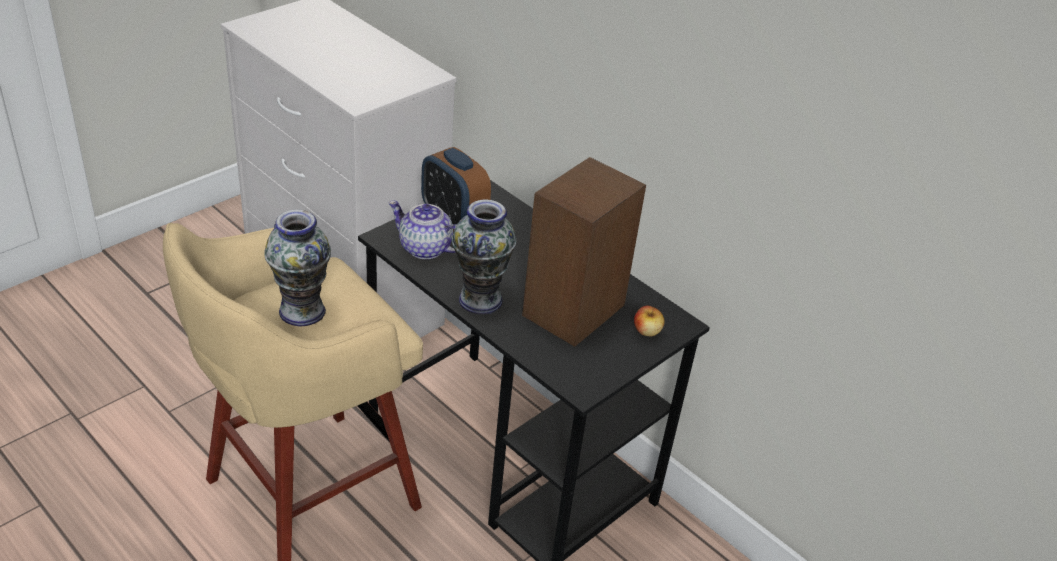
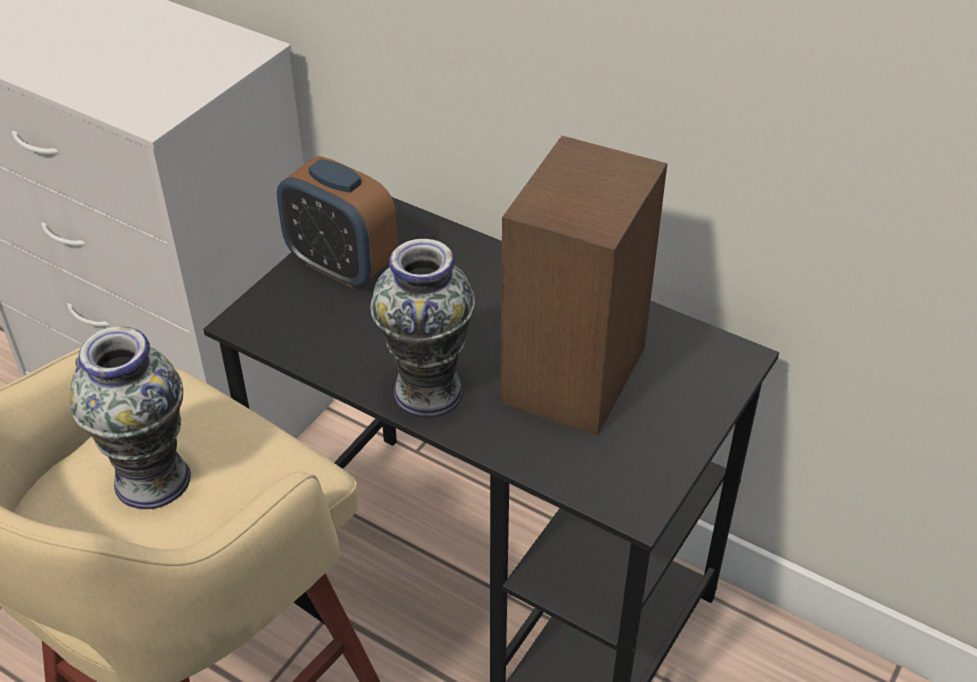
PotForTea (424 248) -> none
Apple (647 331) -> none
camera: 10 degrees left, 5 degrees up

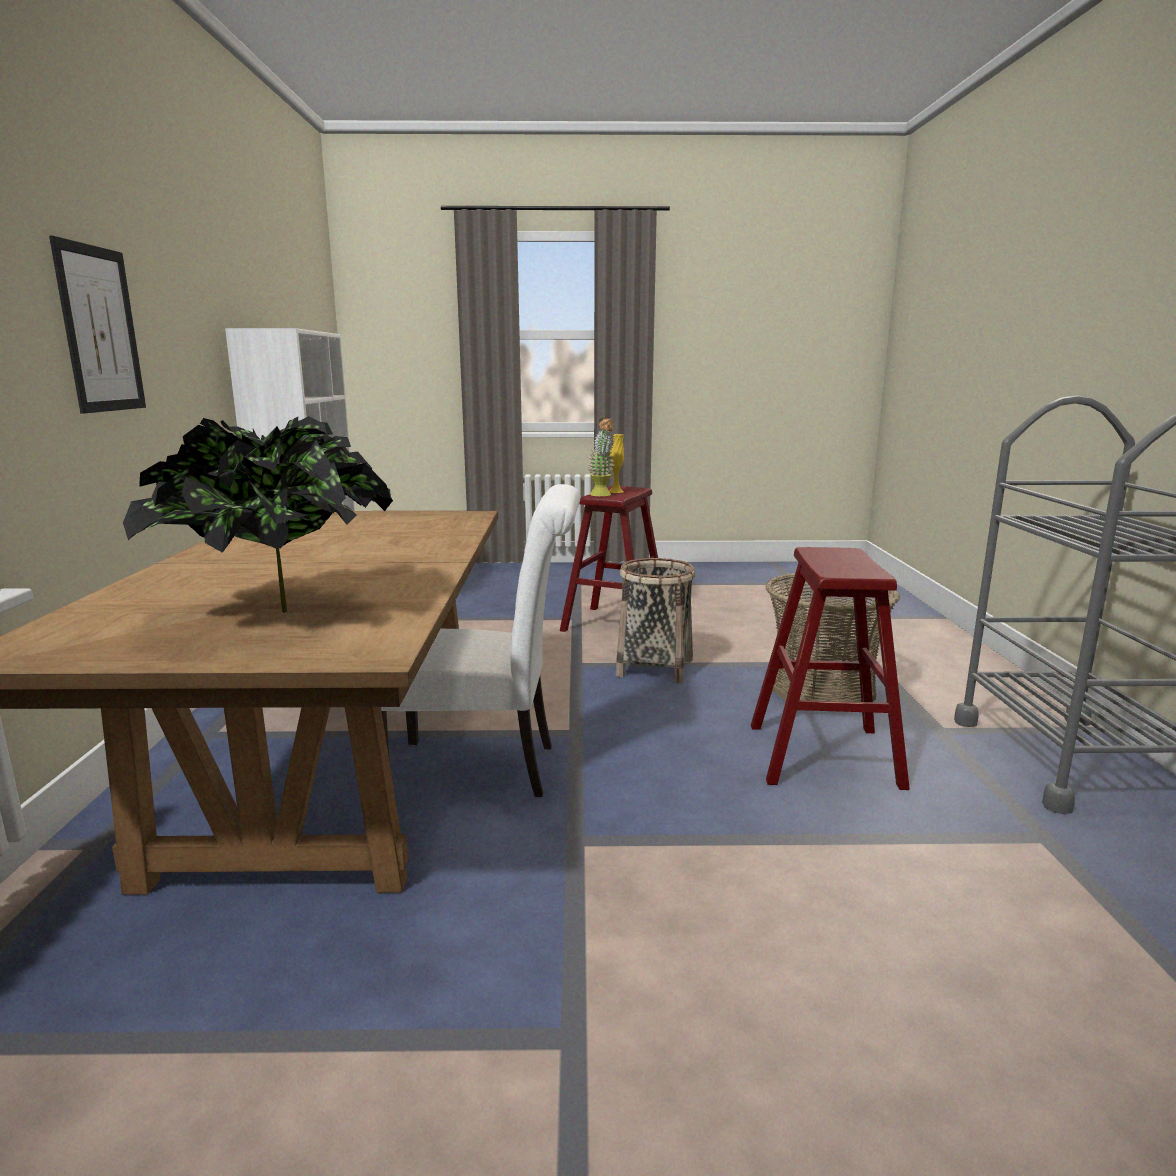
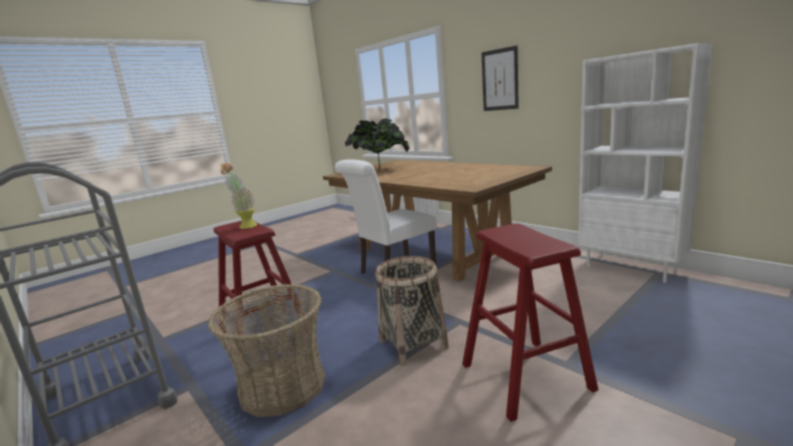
PlantInAPot (602 495) -> PlantInAPot (245 226), shifted
YellowColouredVase (616 491) -> none
camera: 140 degrees right, 0 degrees up

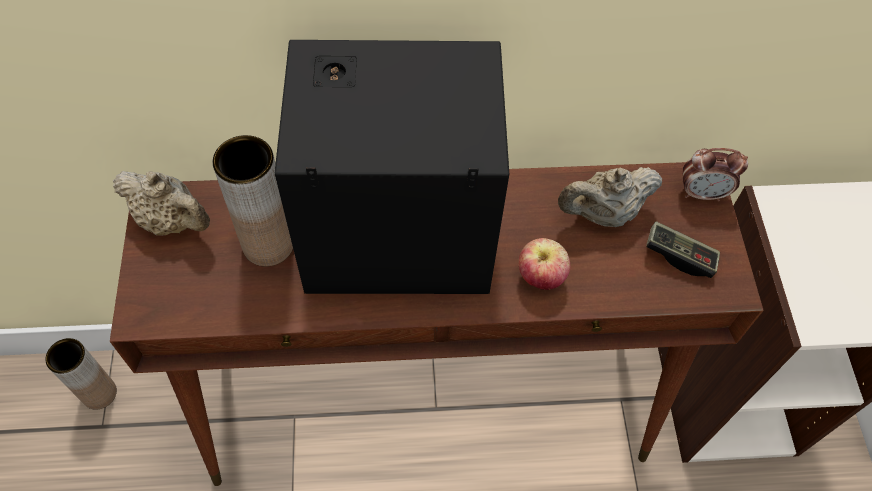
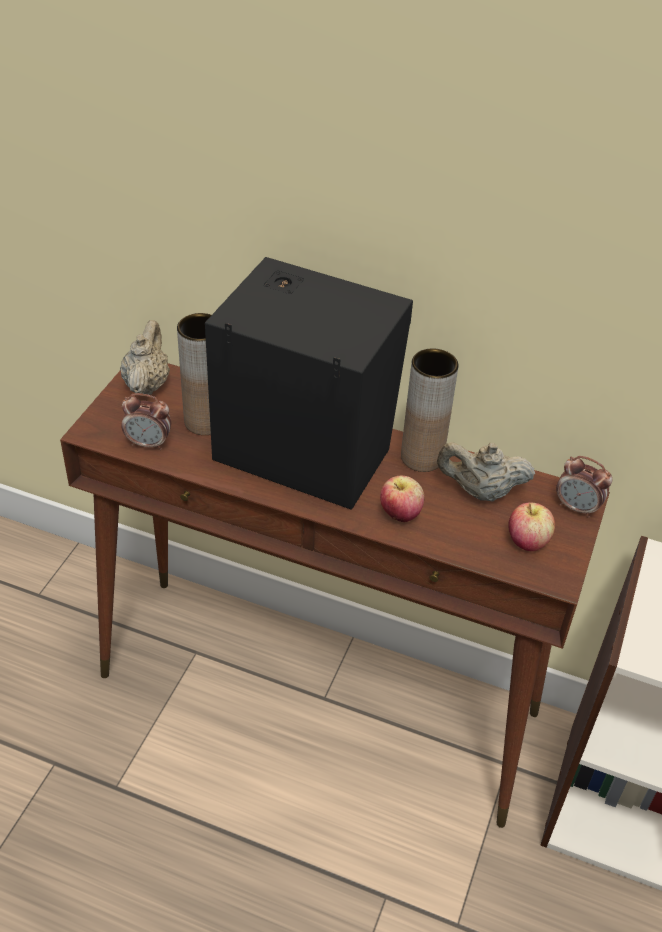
BrownishVase (99 393) -> BrownishVase (422 457), shifted
SandColouredPotForTea (172 221) -> SandColouredPotForTea (147 384), 135 degrees counterclockwise
Joypad (679 256) -> Apple (527 541)
none -> BedsideClock (149 443)
camera: 25 degrees right, 15 degrees down

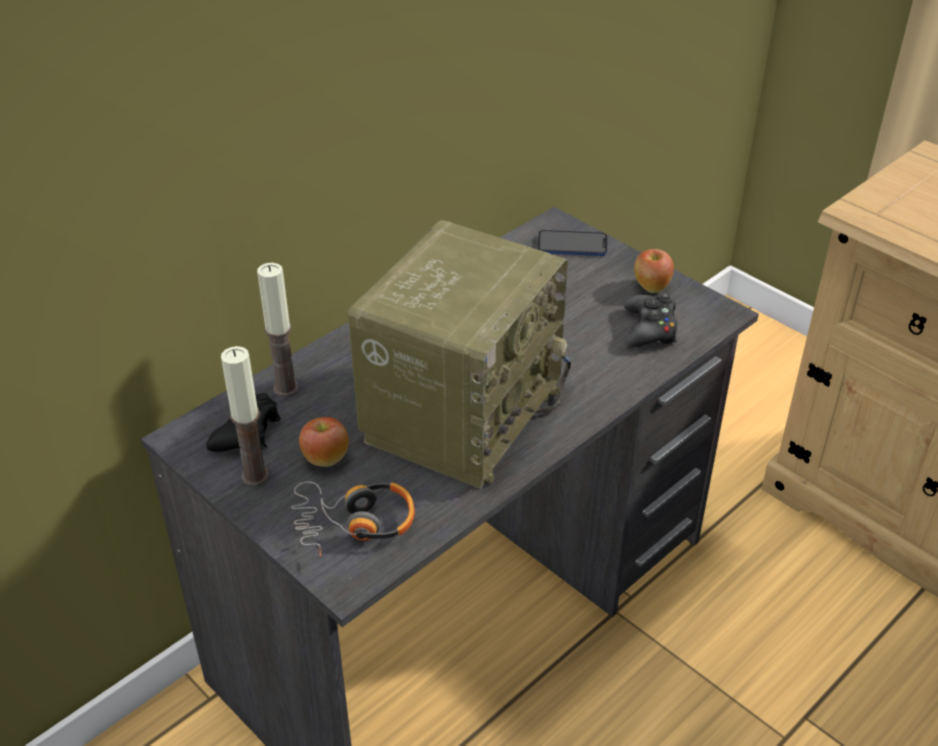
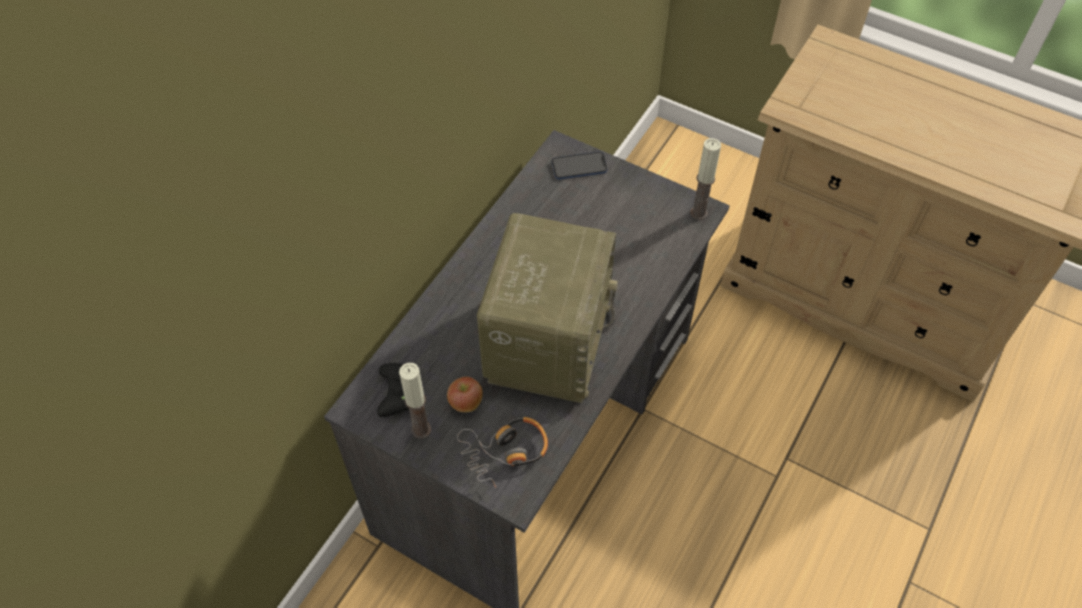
Candle (286 388) -> Candle (699 213), shifted
BlackishJoypad (649 329) -> none
Apple (651 287) -> none
camera: 15 degrees left, 15 degrees up

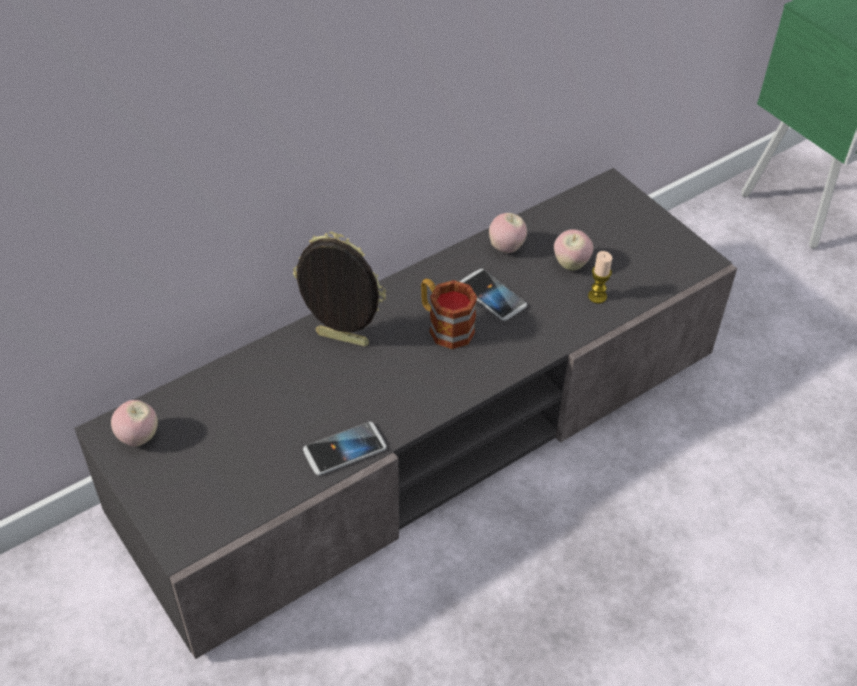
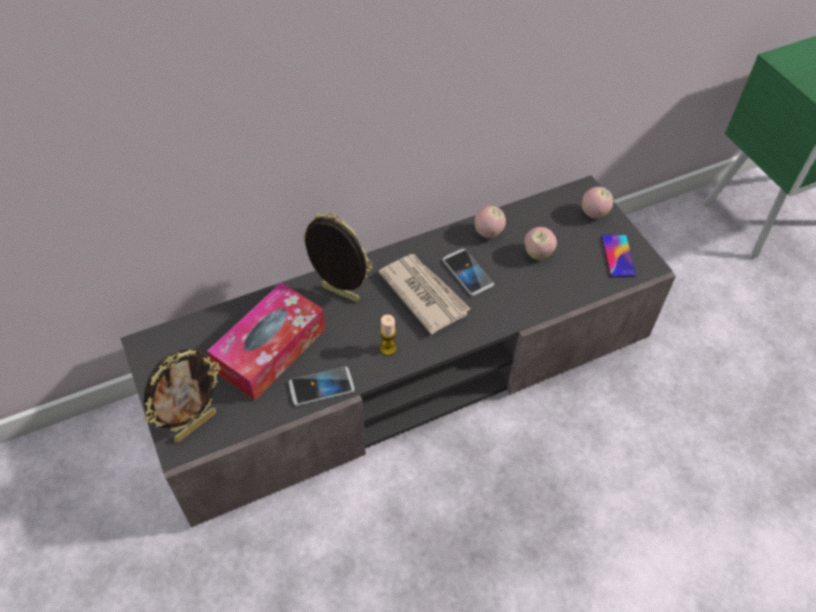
Apple (138 437) -> Apple (593 214), shifted
Mug (444 326) -> PrintedPaper (423 293)
Candle (597 296) -> Candle (388 348), shifted
none -> PhotoFrame (195 426)
none -> BoxOfTissues (270 350)
none -> Telephone (618 256)
camera: 10 degrees right, 5 degrees up

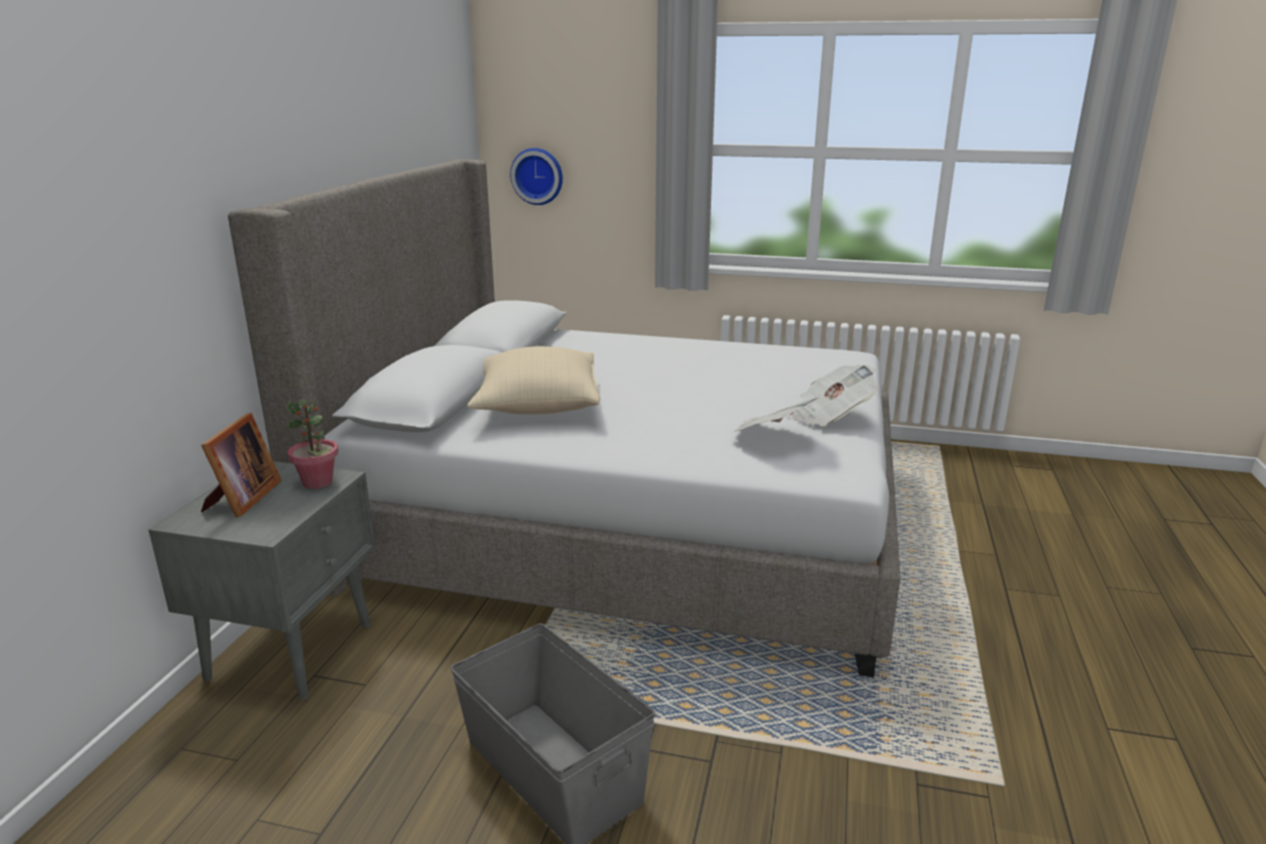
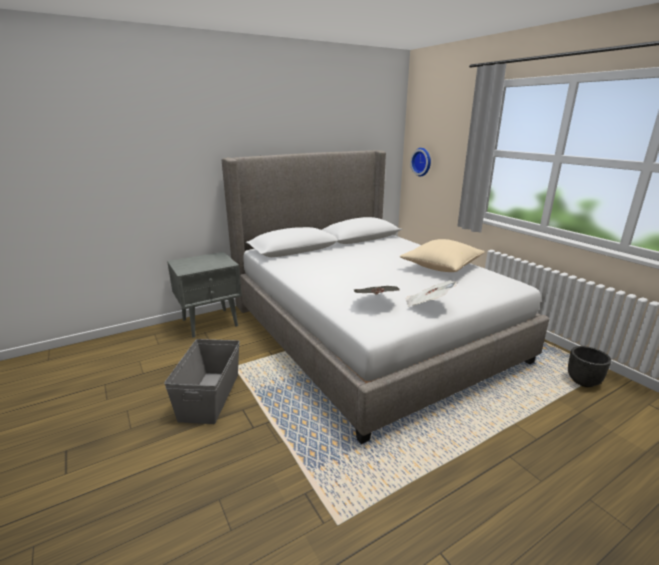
PhotoFrame (242 499) -> none
PlantInAPot (318 482) -> none
SandColouredCushion (536 405) -> SandColouredCushion (441 267), shifted
none -> BlackishPlantPot (583 381)
camera: 45 degrees right, 0 degrees up

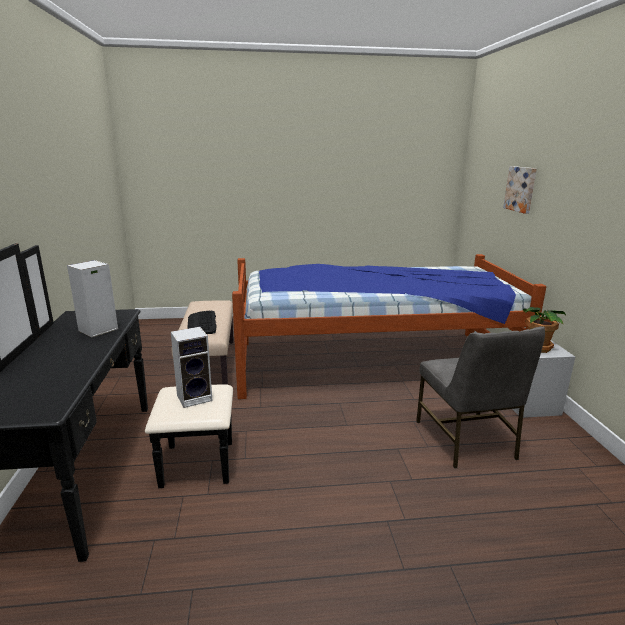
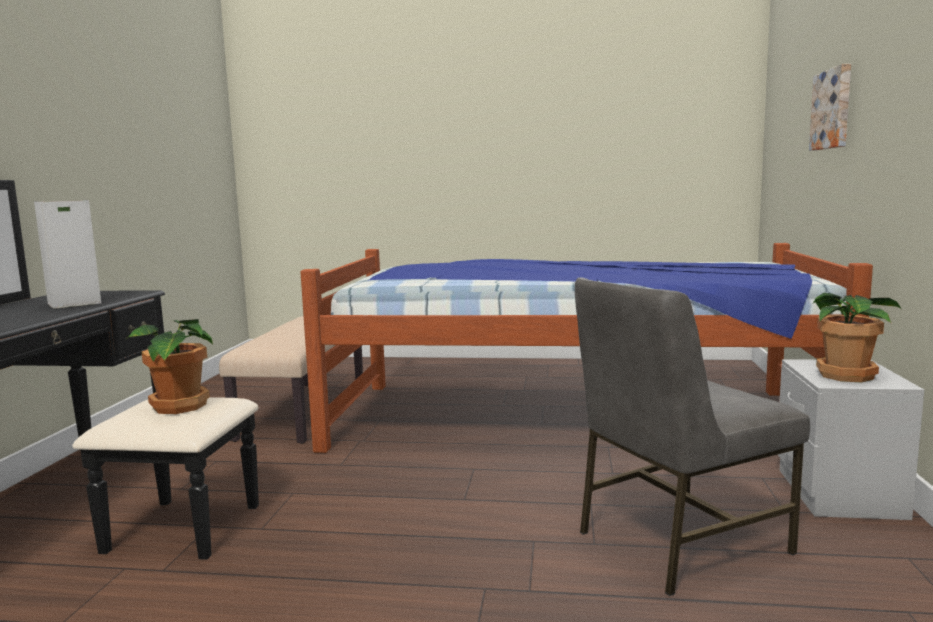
AudioSpeaker (195 397) -> PlantInAPot (178 407)
Keyboard (202 323) -> none
GrayPlainChair (466 440) -> GrayPlainChair (678 541), 60 degrees clockwise
camera: 15 degrees right, 10 degrees down

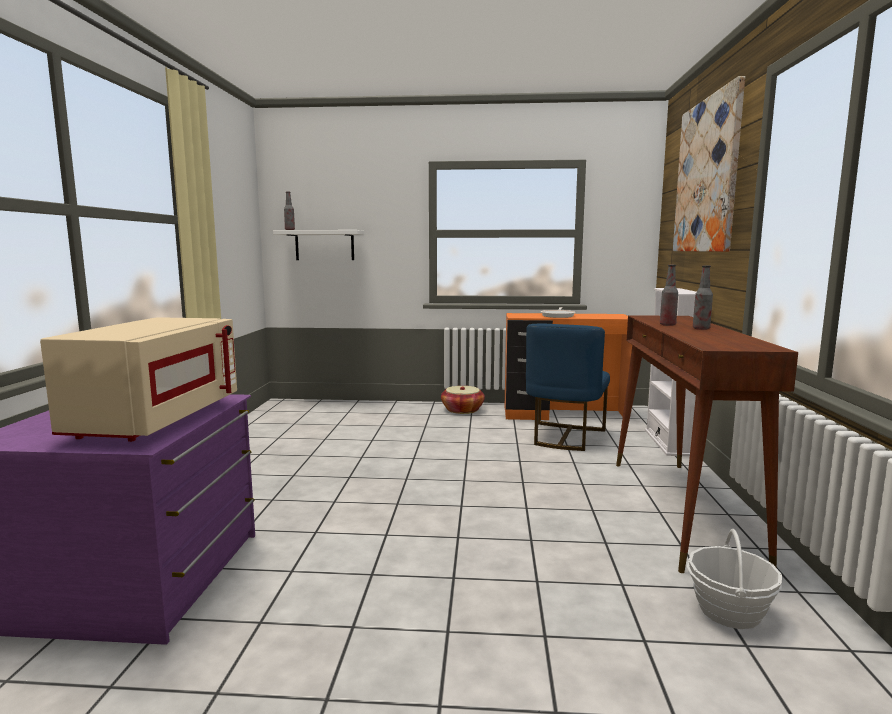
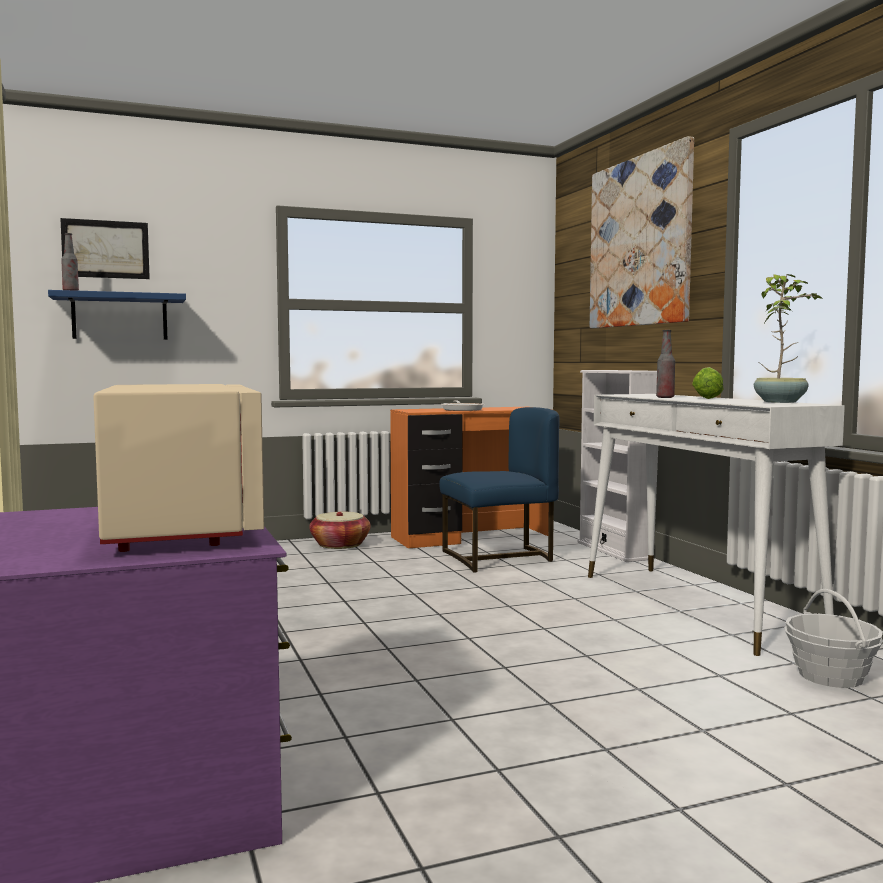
WhitishBracketShelf (324 245) -> BlueColouredBracketShelf (120 317)
BlueColouredPlainChair (564 437) -> BlueColouredPlainChair (499 558), 105 degrees counterclockwise
BrownishNarrowTable (680 510) -> WhitishNarrowTable (696 606)
Bottle (701 328) -> Lettuce (706 398)
none -> WallArt (105 249)
none -> PlantInAPot (781 402)
camera: 25 degrees left, 5 degrees down

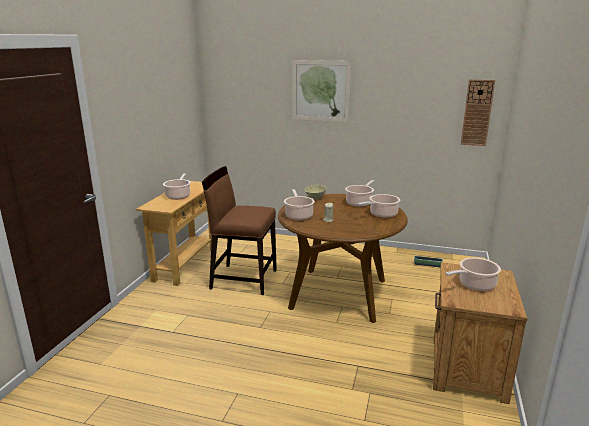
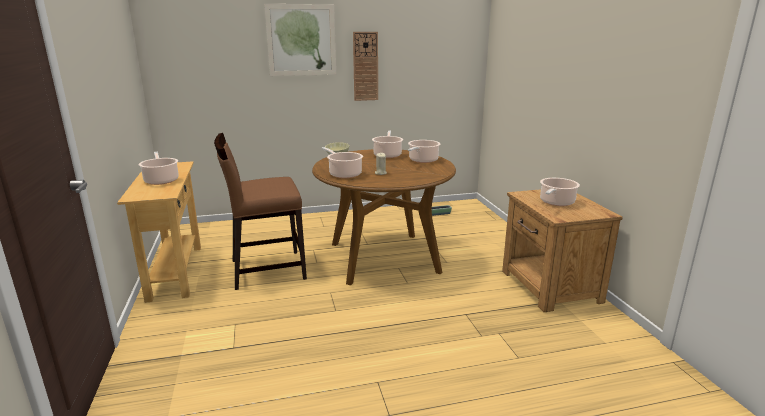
ClockOnTheWall (477 113) -> ClockOnTheWall (365 66), shifted
camera: 30 degrees left, 0 degrees up

